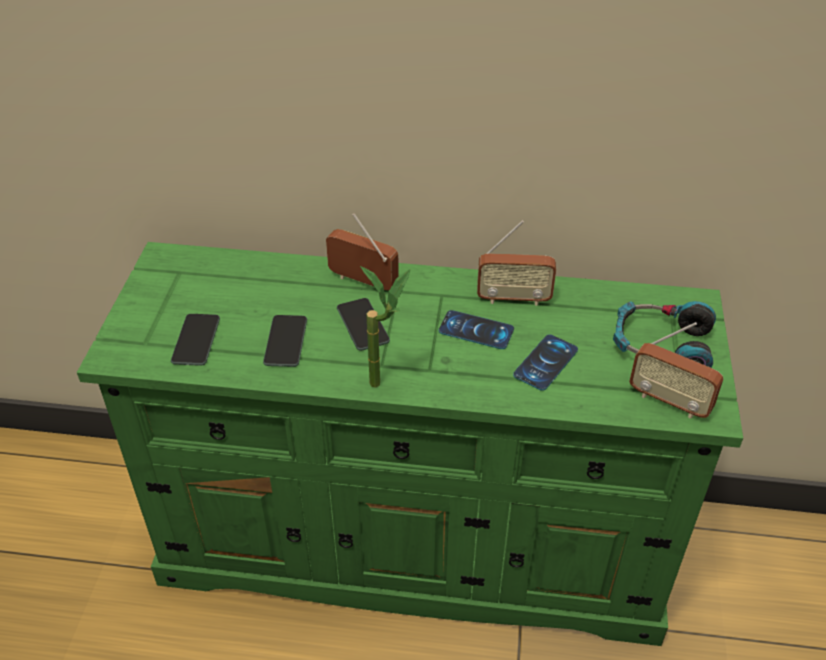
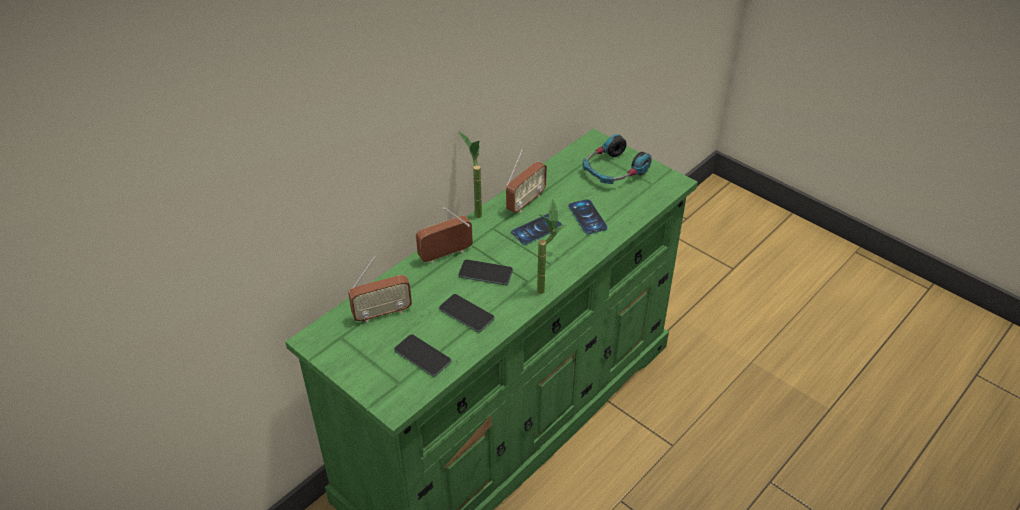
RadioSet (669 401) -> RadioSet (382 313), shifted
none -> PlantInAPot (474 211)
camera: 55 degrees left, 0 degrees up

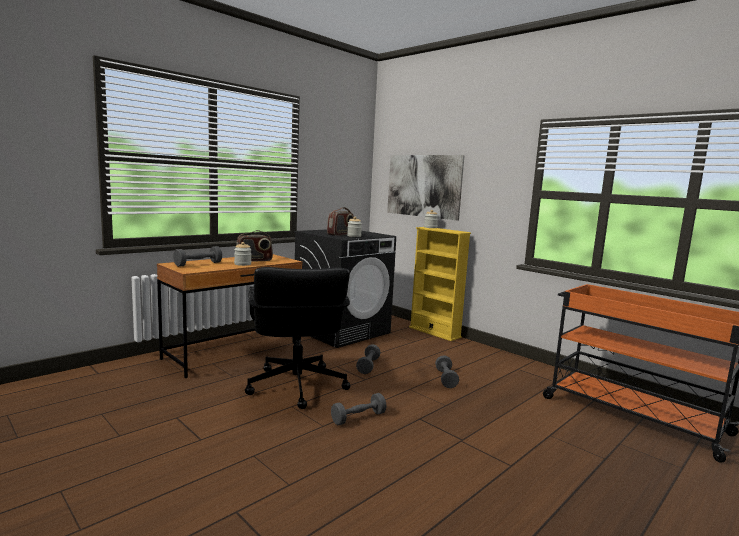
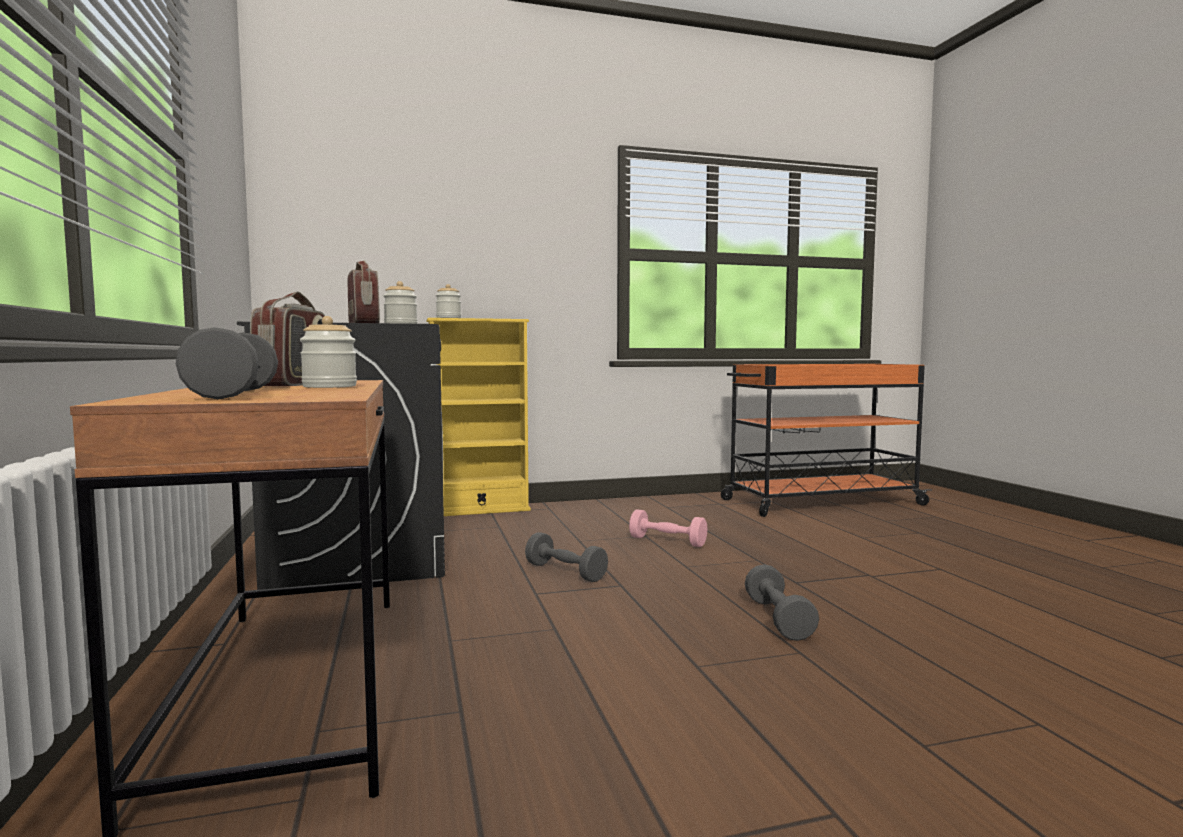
BlackishOfficeChair (296 386) -> none
WallArt (423 186) -> none
GrayHandWeight (446 379) -> PinkishHandWeight (667 541)
camera: 60 degrees left, 5 degrees down

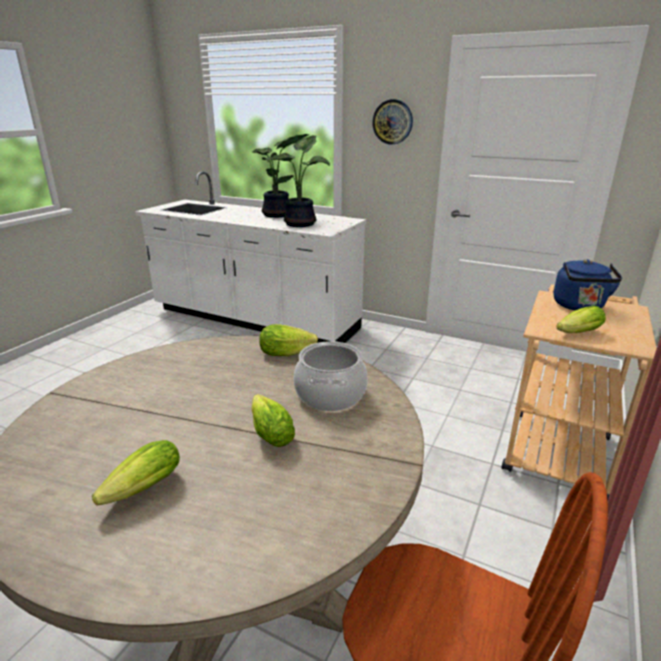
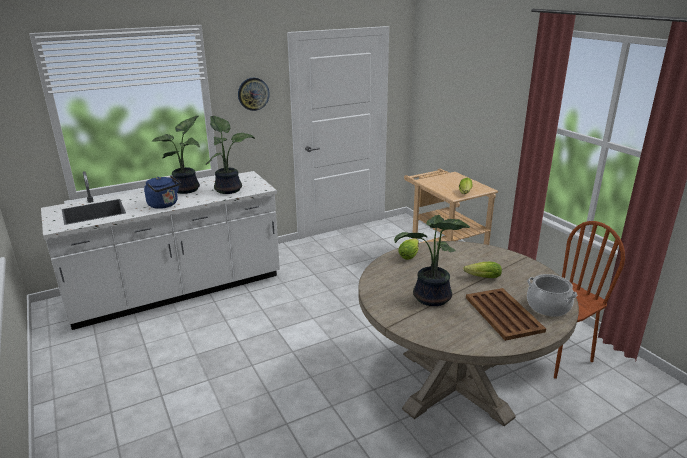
Lettuce (140 491) -> BrownishCarryingTray (503 313)
Stockpot (330 394) -> Stockpot (548 306), shifted
BlueColouredKettle (579 307) -> BlueColouredKettle (164 205), shifted
none -> PlantInAPot (431 299)
camera: 55 degrees left, 0 degrees up

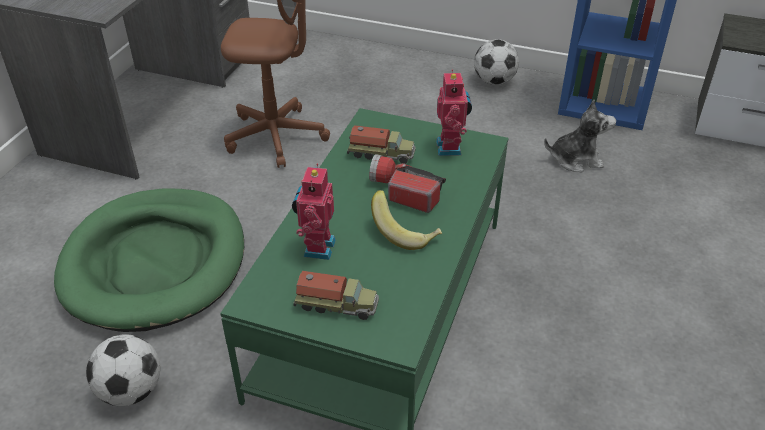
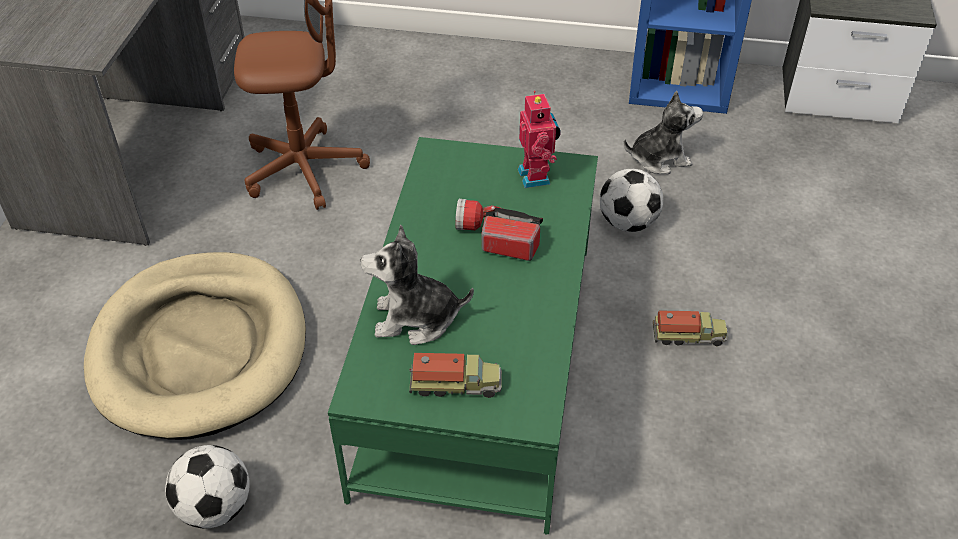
GreenishPetBed (155 263) -> SandColouredPetBed (200 348)
ToyRobot (317 247) -> SoftToy (415 319)
ToyLorry (381 154) -> ToyLorry (689 336), shifted
WholeBanana (405 233) -> none
Football (494 81) -> Football (627 223), shifted
camera: 10 degrees left, 5 degrees up

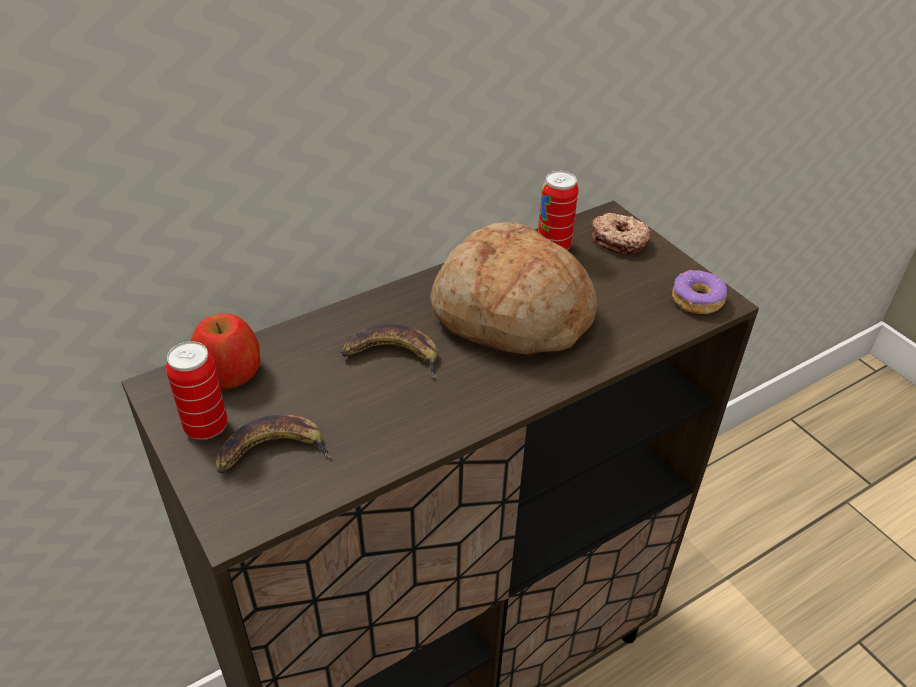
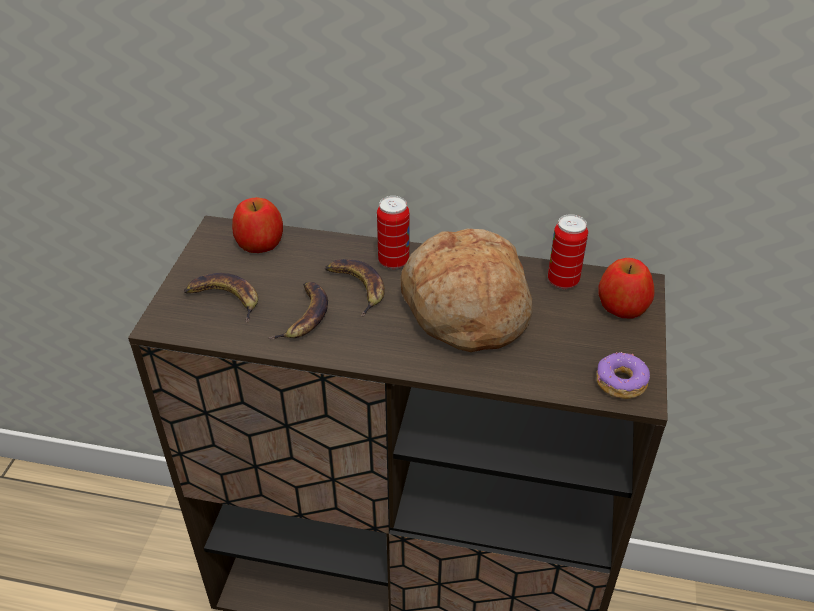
Can (206 427) -> Can (393 261), shifted
Donut (619 240) -> Apple (622 305)
none -> WholeBanana (304 315)
camera: 45 degrees right, 0 degrees up

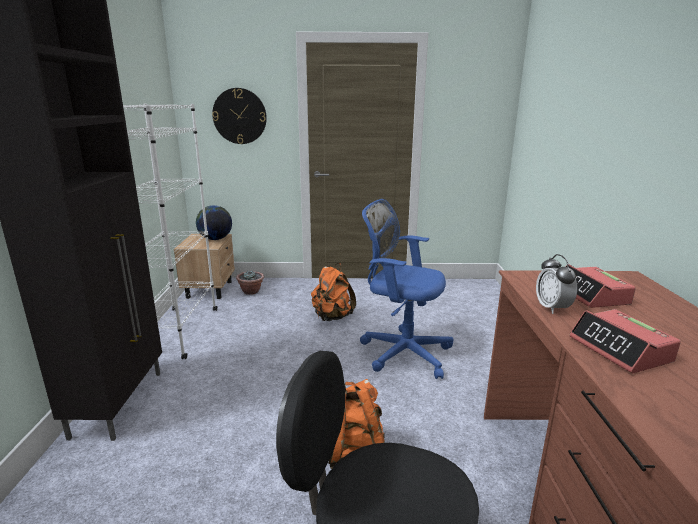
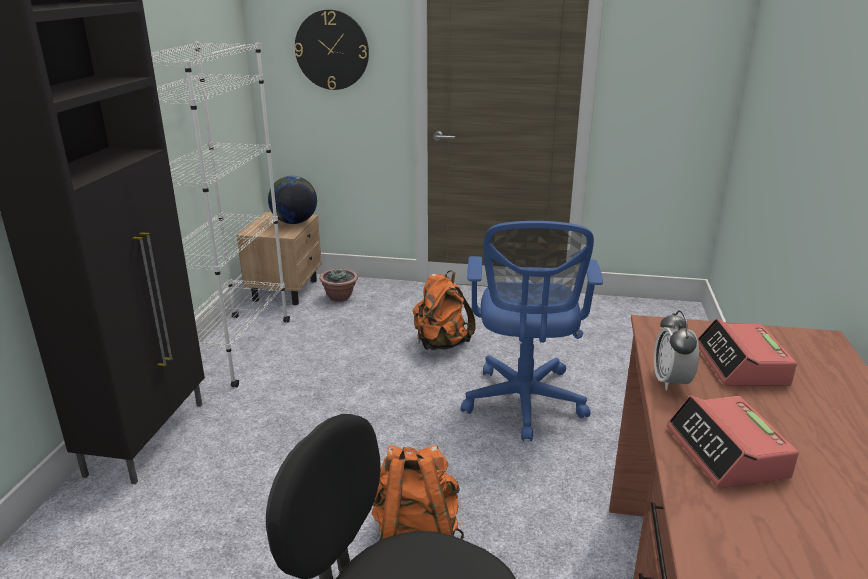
BlueColouredOfficeChair (402 352) -> BlueColouredOfficeChair (524 404), 120 degrees counterclockwise
camera: 10 degrees right, 5 degrees up

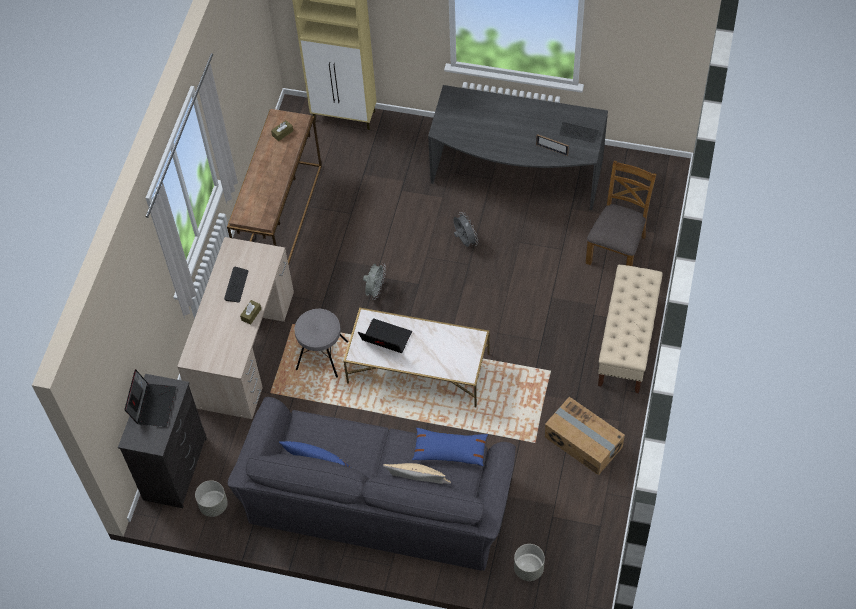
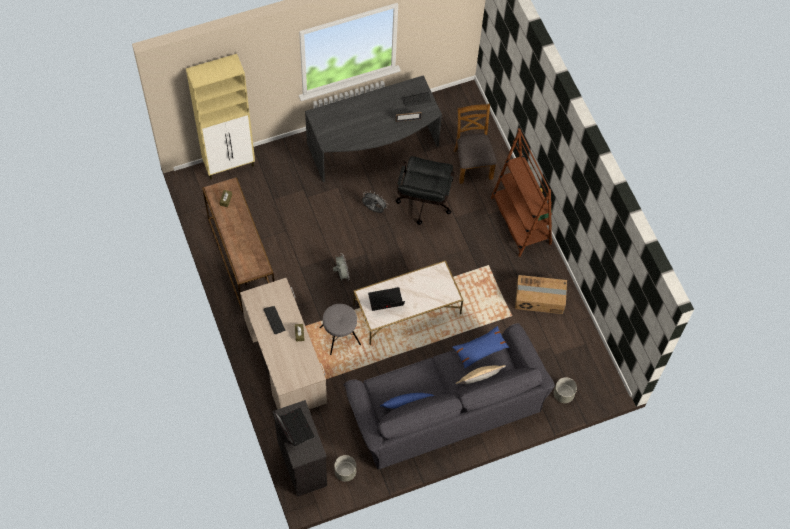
SandColouredBench (627 342) -> BrownishBookcase (520 221)
none -> BlackishOfficeChair (423 205)
camera: 40 degrees left, 5 degrees up

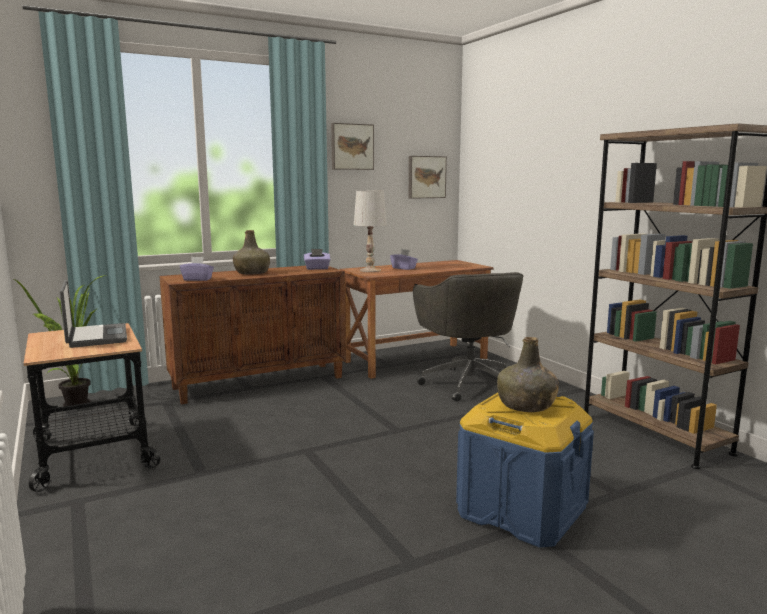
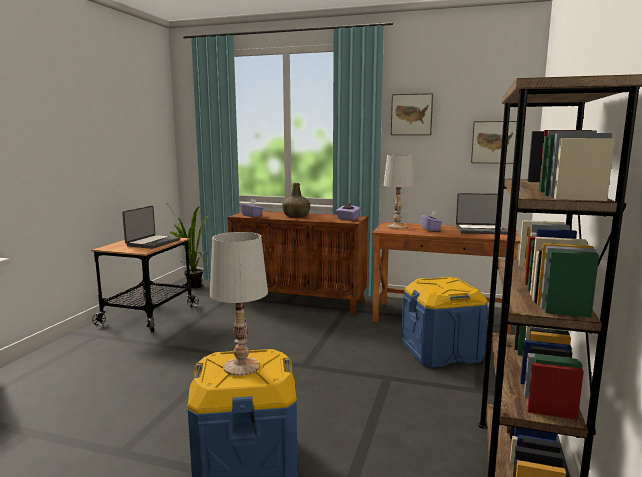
GrayOfficeChair (468 383) -> BlueColouredStorageBox (441 352)
GreenishBottle (526 405) -> WhitishLampForATable (241 367)
none -> PortableComputer (480 230)
camera: 45 degrees right, 0 degrees up

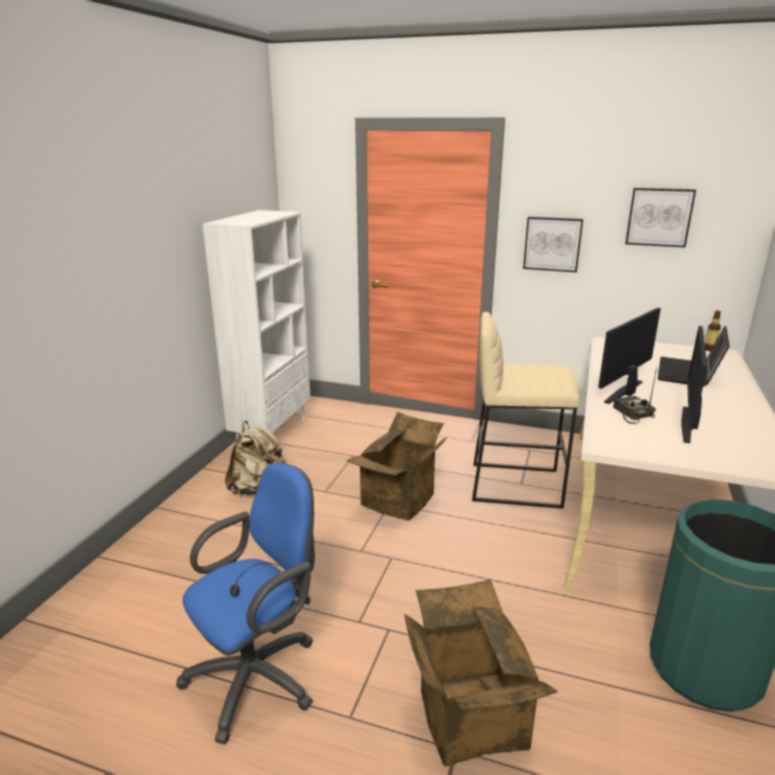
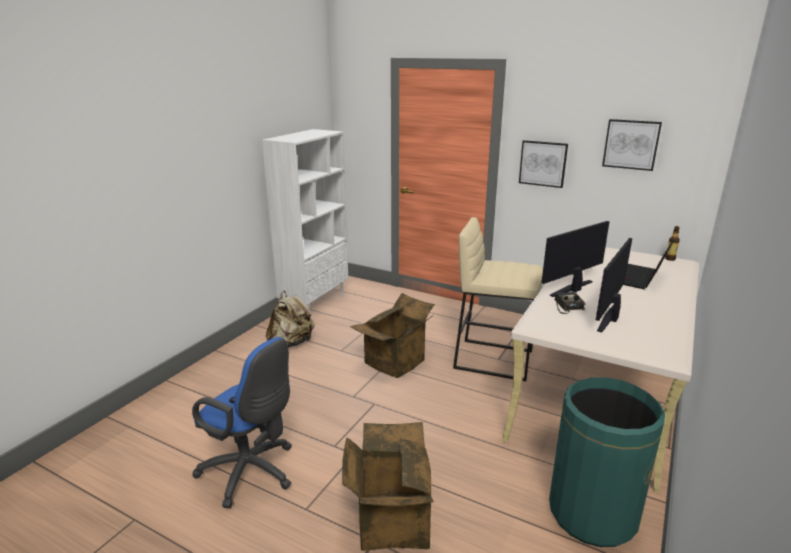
BlueColouredOfficeChair (260 675) -> BlueColouredOfficeChair (252 473), 60 degrees clockwise
camera: 10 degrees right, 0 degrees up

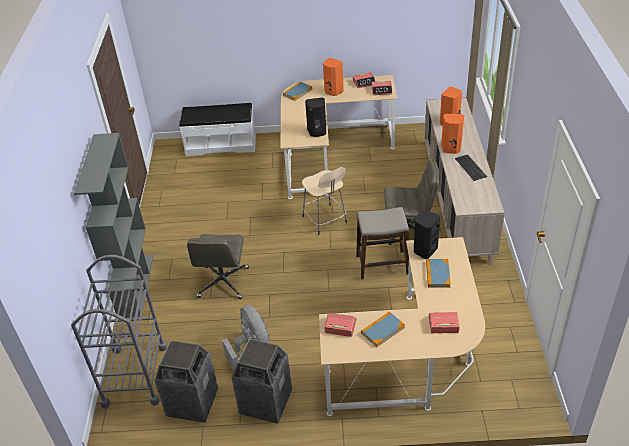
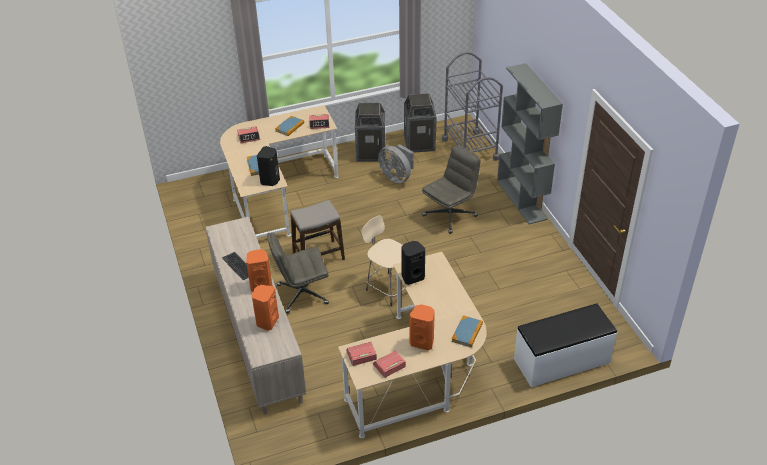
GrayOfficeChair (223 283) -> GrayOfficeChair (450 215), 60 degrees clockwise
camera: 160 degrees right, 0 degrees up

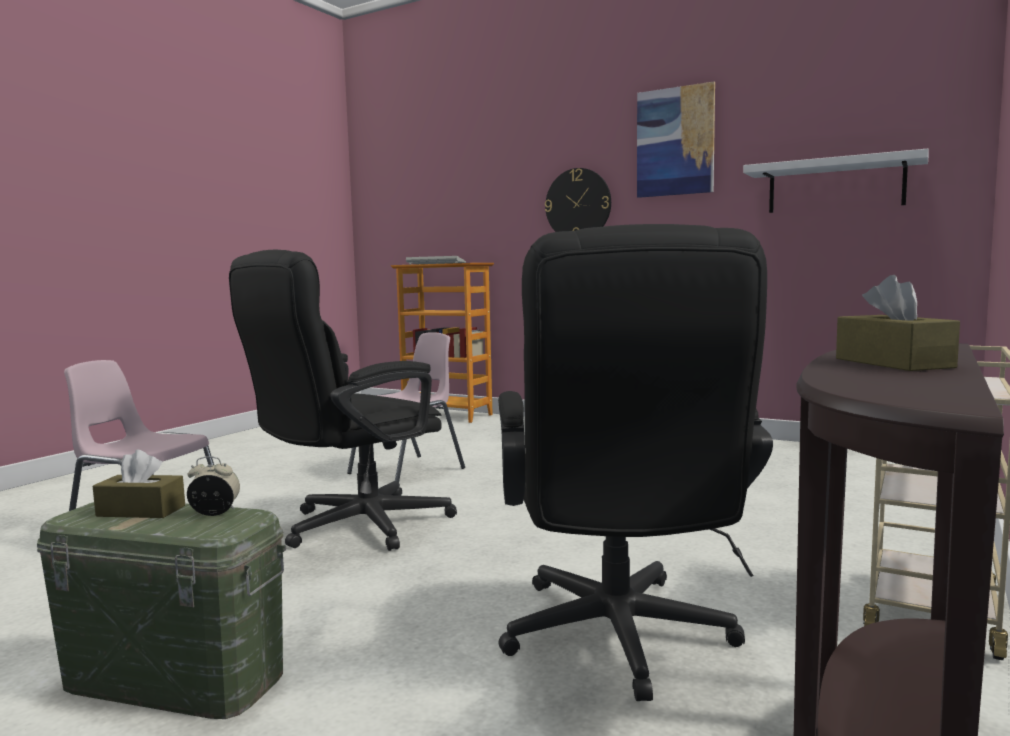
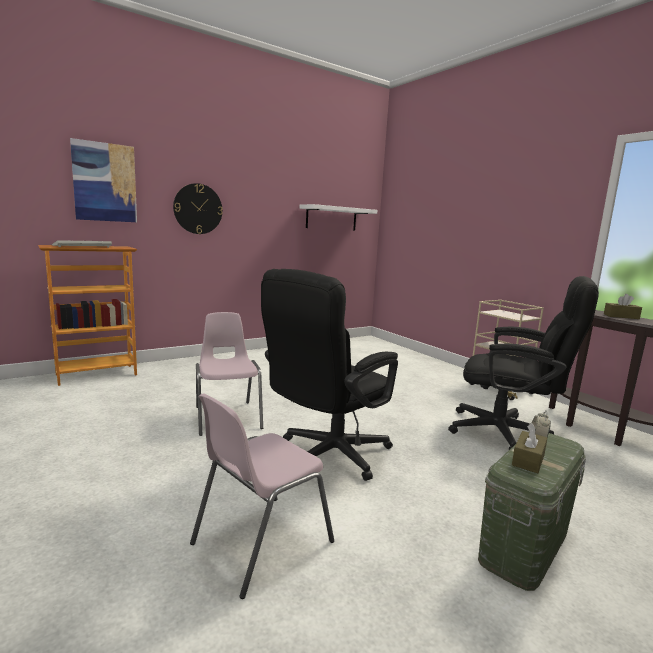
BlackishOfficeChair (352 528) -> BlackishOfficeChair (326 456), 60 degrees clockwise
WallArt (675 142) -> WallArt (105 182), shifted
camera: 65 degrees left, 5 degrees up

